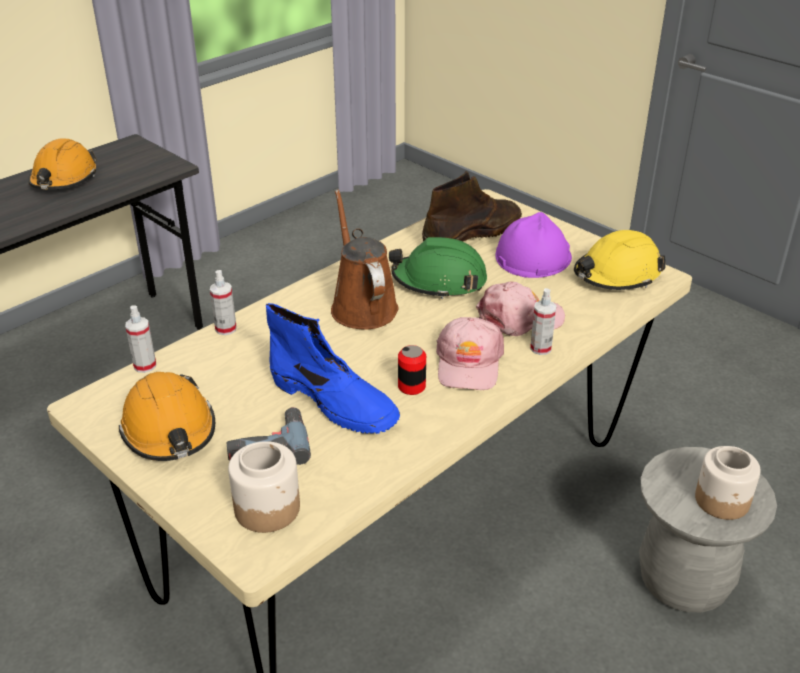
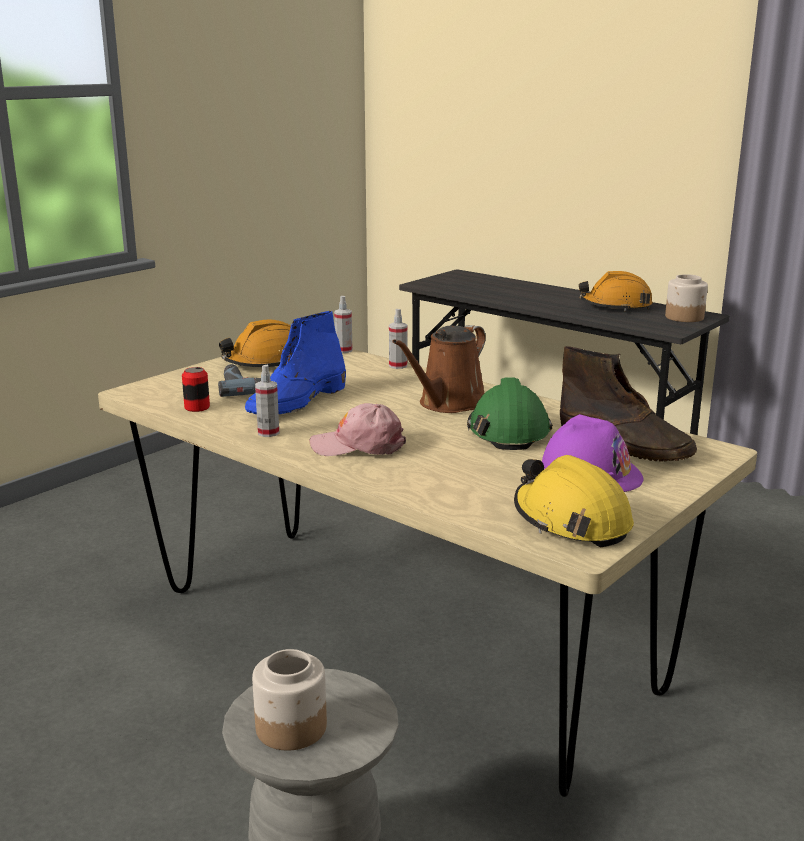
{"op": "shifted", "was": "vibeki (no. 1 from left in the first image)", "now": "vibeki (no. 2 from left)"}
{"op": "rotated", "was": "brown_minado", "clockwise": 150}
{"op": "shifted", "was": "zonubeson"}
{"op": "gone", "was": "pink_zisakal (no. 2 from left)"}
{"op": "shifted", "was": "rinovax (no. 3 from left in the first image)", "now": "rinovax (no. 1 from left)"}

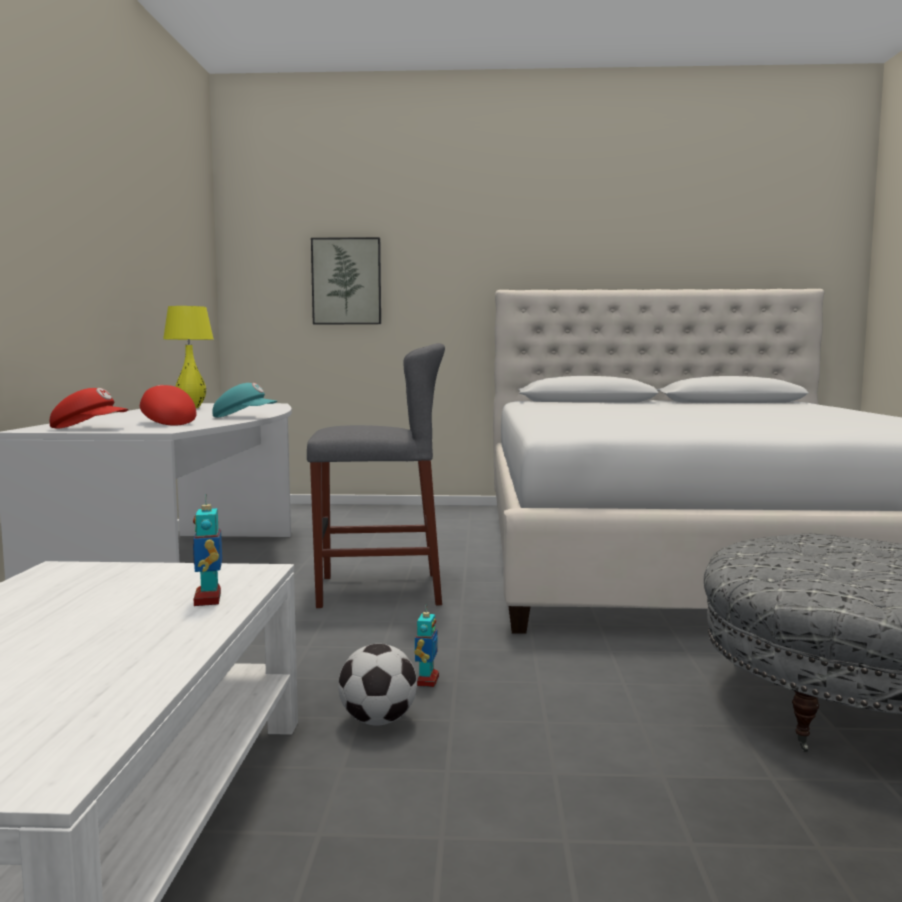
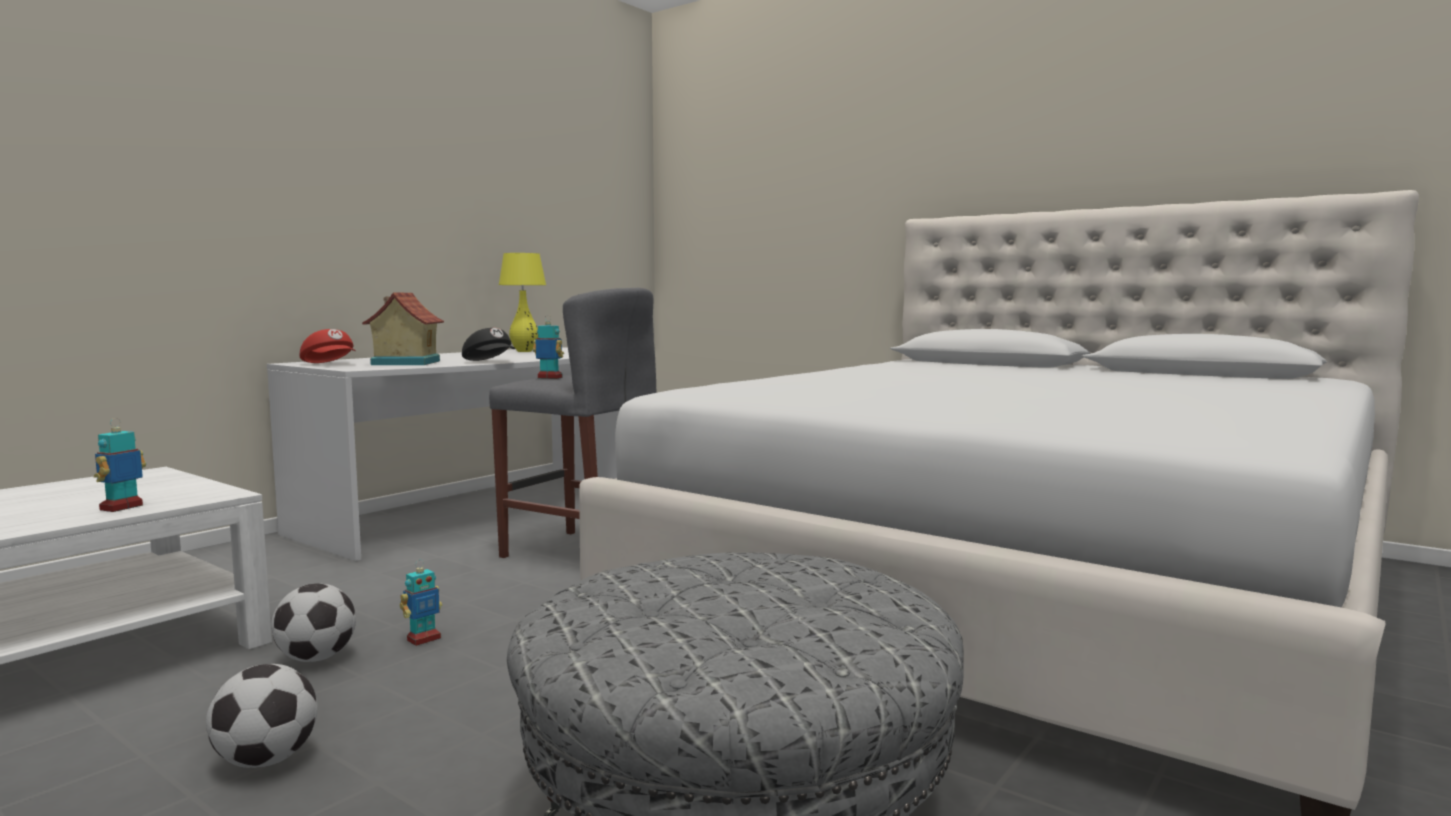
{"op": "swapped", "was": "red_zisakal (no. 2 from left)", "now": "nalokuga"}
{"op": "repainted", "was": "turquoise_zisakal", "now": "black_zisakal"}
{"op": "gone", "was": "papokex"}
{"op": "new", "now": "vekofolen (no. 1 from left)"}
{"op": "new", "now": "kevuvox (no. 3 from left)"}

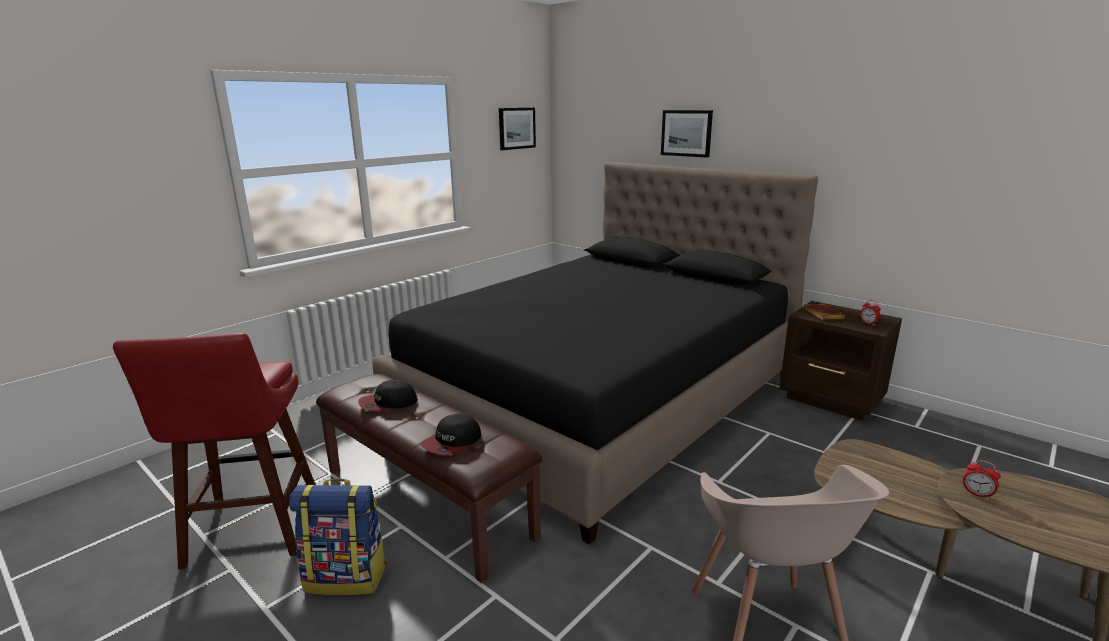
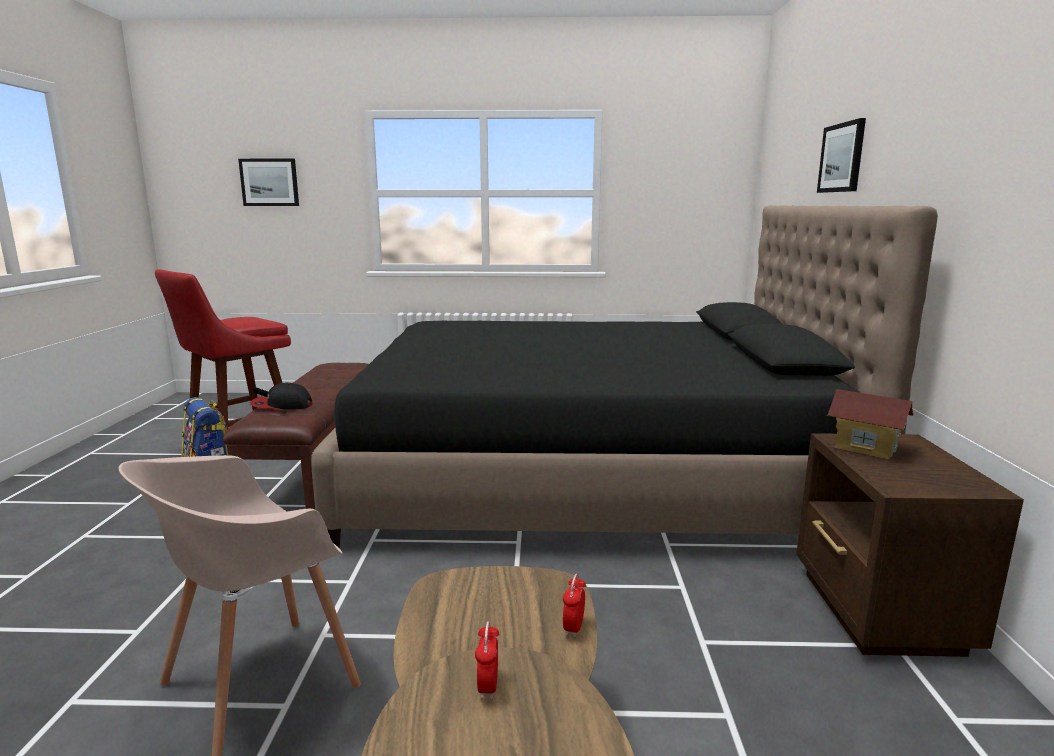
{"op": "gone", "was": "zisakal (no. 1 from left)"}
{"op": "shifted", "was": "papokex (no. 1 from left)"}
{"op": "swapped", "was": "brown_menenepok", "now": "nalokuga"}
{"op": "shifted", "was": "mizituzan (no. 1 from left in the first image)", "now": "mizituzan (no. 2 from left)"}

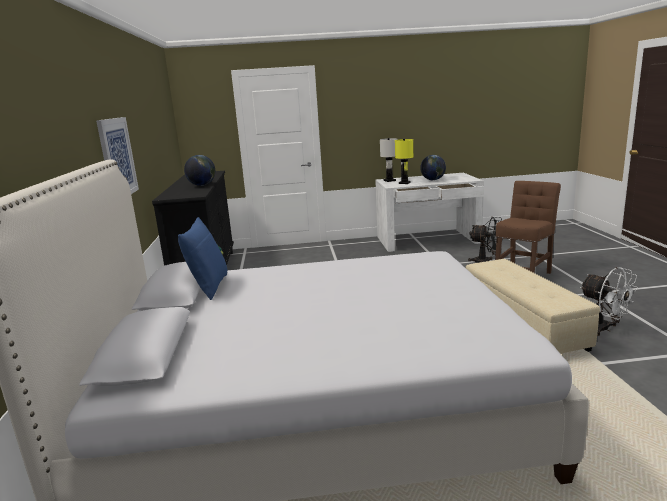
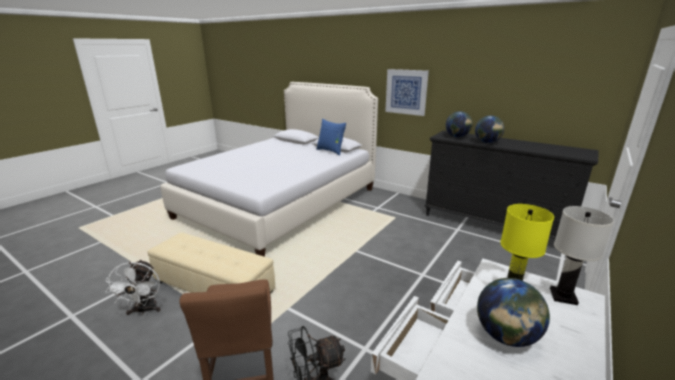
{"op": "rotated", "was": "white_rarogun", "clockwise": -105}
{"op": "new", "now": "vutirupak (no. 1 from left)"}

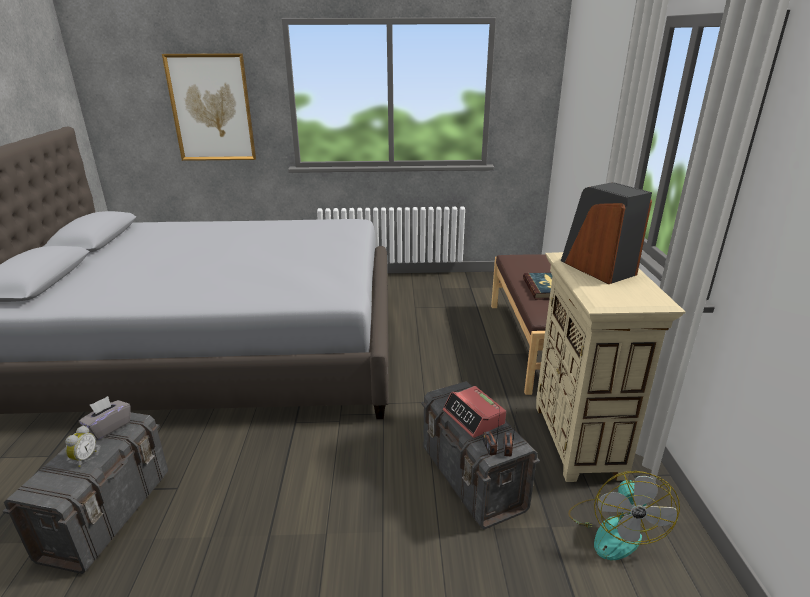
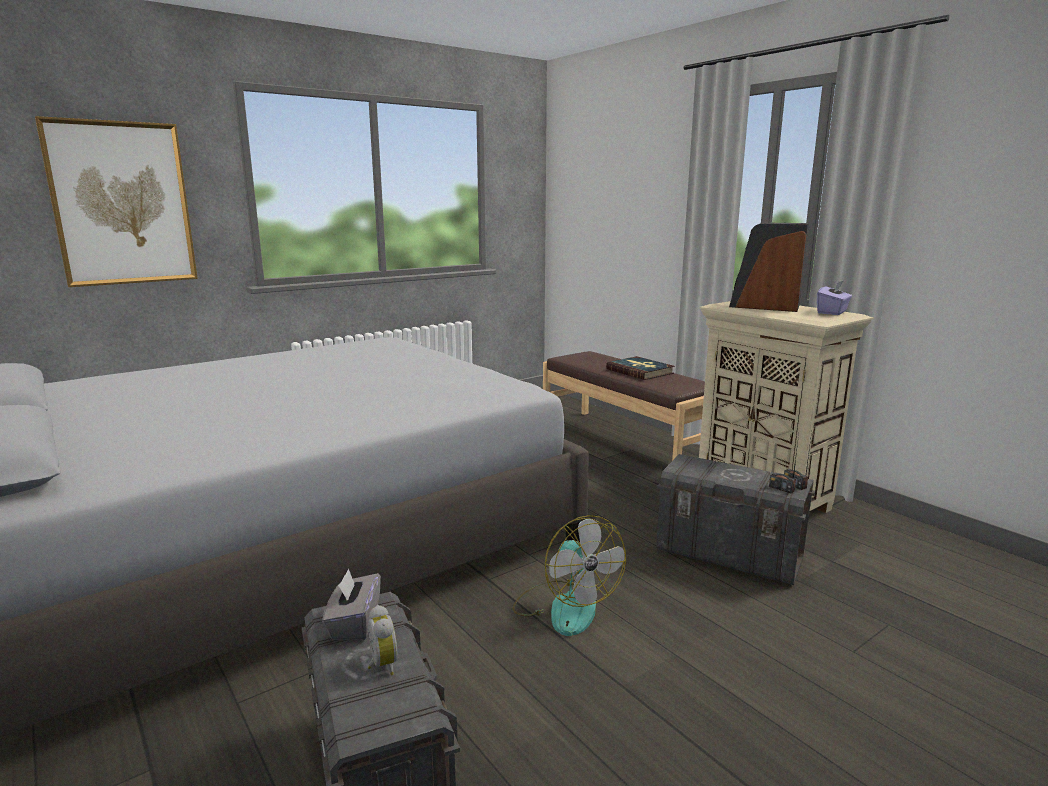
{"op": "gone", "was": "mizituzan (no. 2 from left)"}
{"op": "shifted", "was": "rarogun"}
{"op": "new", "now": "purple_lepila"}

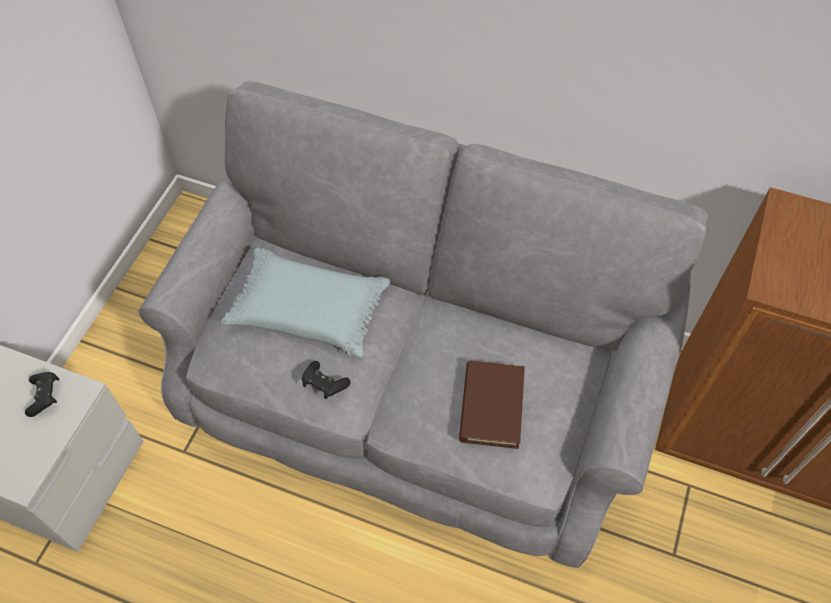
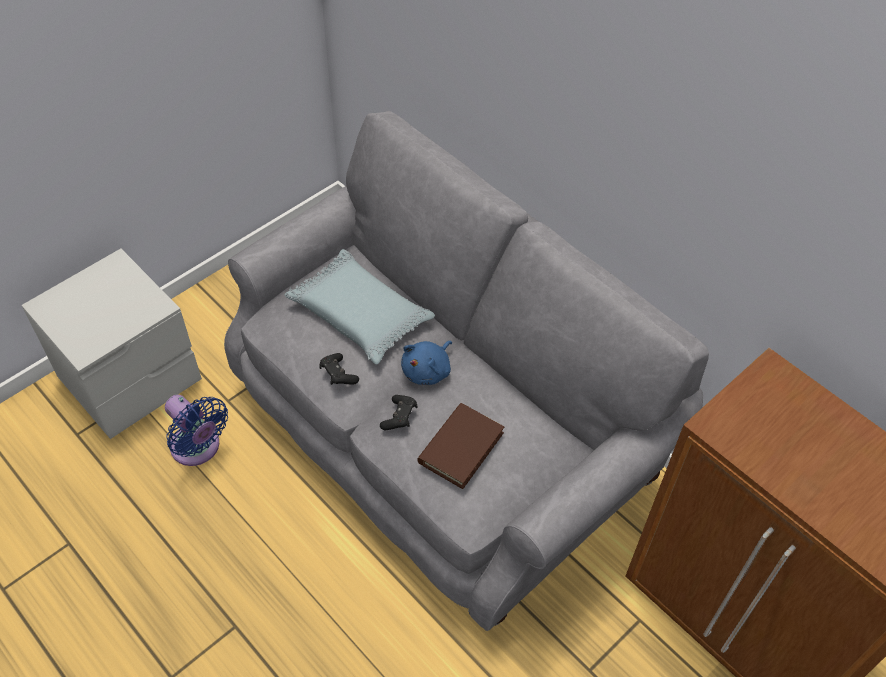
{"op": "shifted", "was": "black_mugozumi (no. 1 from left in the first image)", "now": "black_mugozumi (no. 2 from left)"}
{"op": "new", "now": "blue_rarogun"}
{"op": "new", "now": "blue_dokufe"}

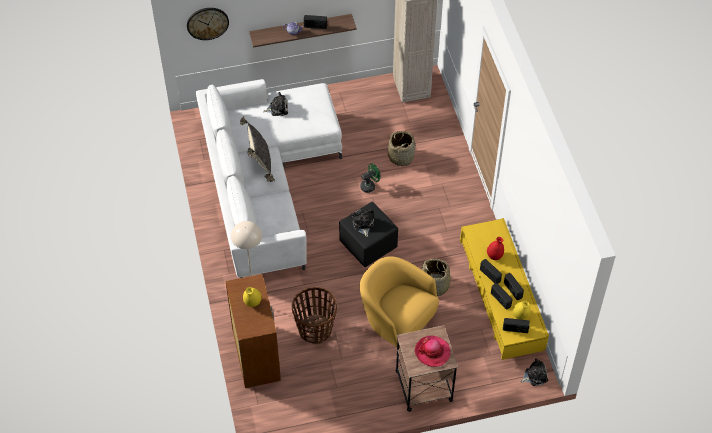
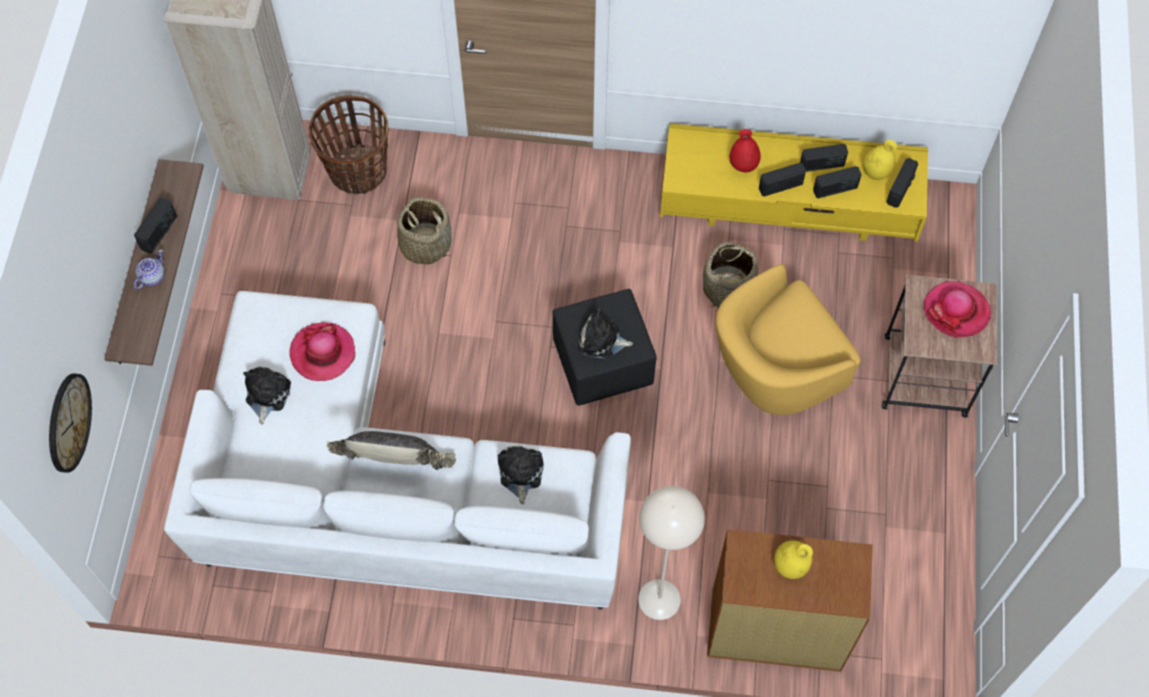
{"op": "shifted", "was": "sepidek (no. 1 from left)"}
{"op": "gone", "was": "green_rarogun"}
{"op": "shifted", "was": "dokufe (no. 3 from left in the first image)", "now": "dokufe (no. 2 from left)"}
{"op": "new", "now": "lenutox (no. 1 from left)"}

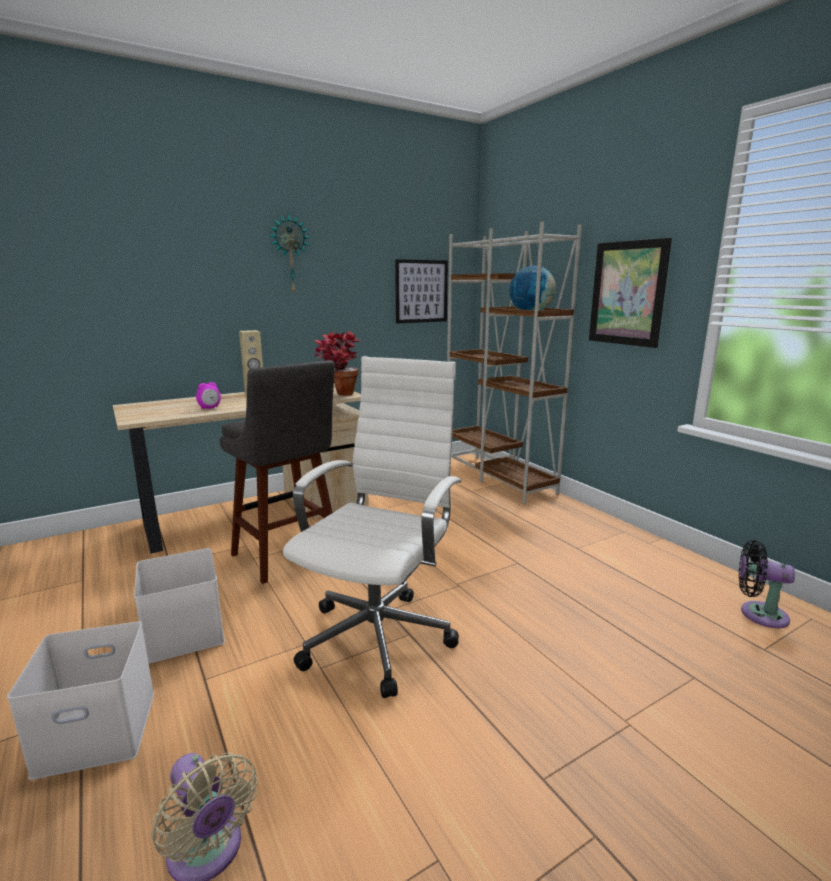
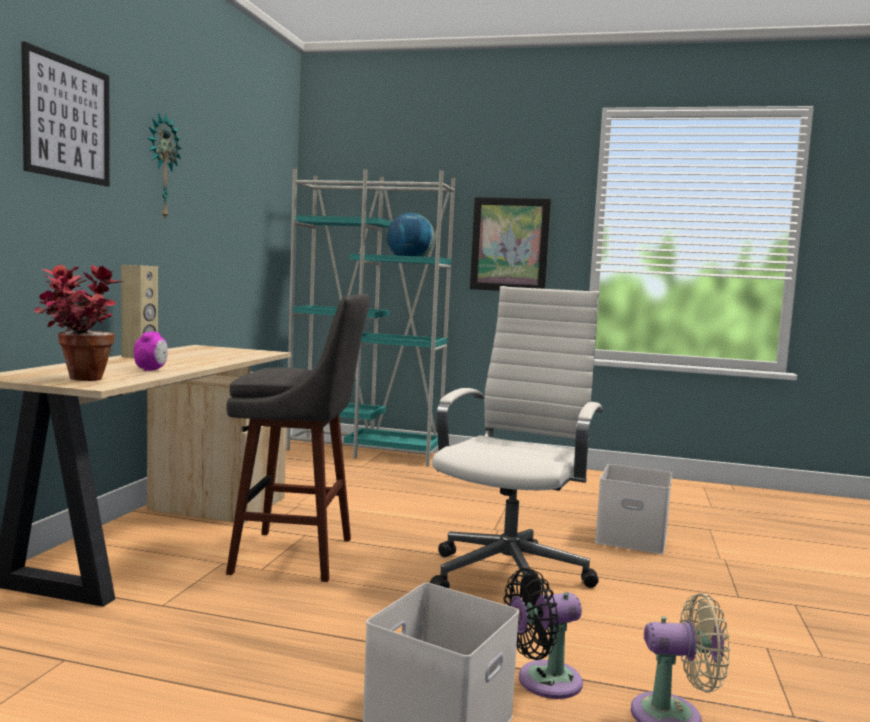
{"op": "shifted", "was": "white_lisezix (no. 2 from left)"}
{"op": "rotated", "was": "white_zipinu", "clockwise": 45}
{"op": "shifted", "was": "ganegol"}
{"op": "shifted", "was": "papokex (no. 1 from left)"}
{"op": "repainted", "was": "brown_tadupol", "now": "turquoise_tadupol"}
{"op": "shifted", "was": "black_rarogun"}

